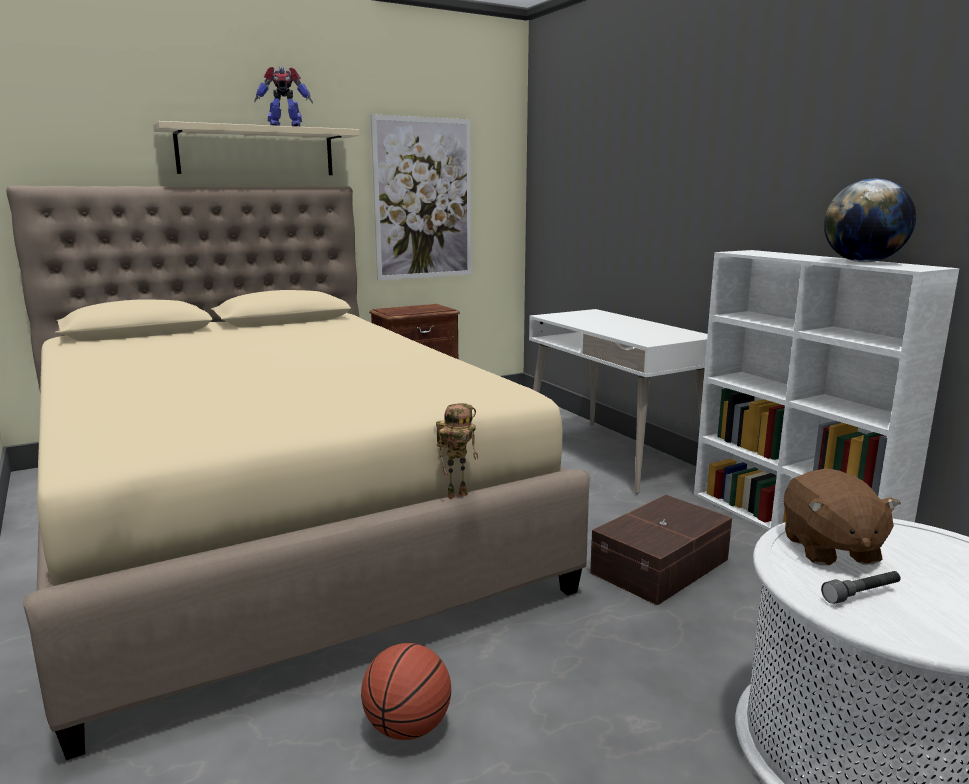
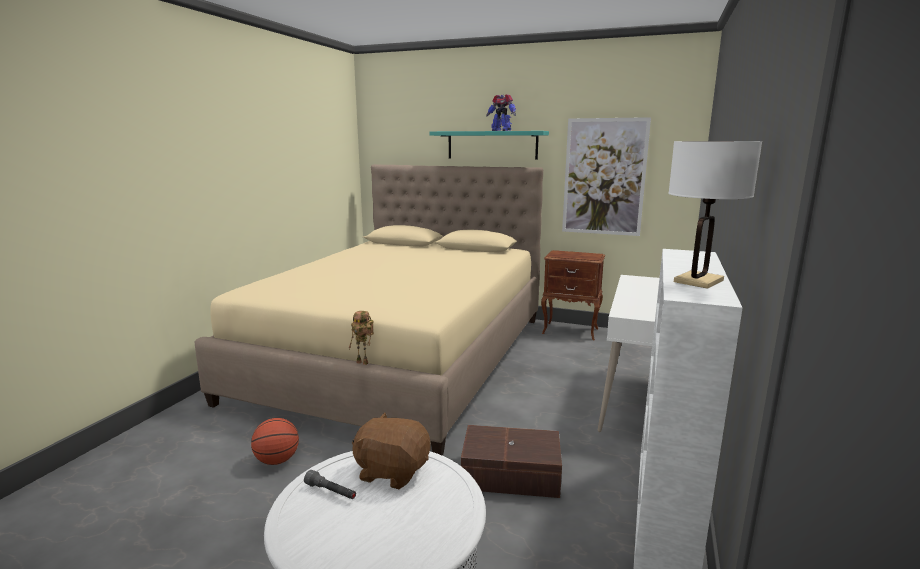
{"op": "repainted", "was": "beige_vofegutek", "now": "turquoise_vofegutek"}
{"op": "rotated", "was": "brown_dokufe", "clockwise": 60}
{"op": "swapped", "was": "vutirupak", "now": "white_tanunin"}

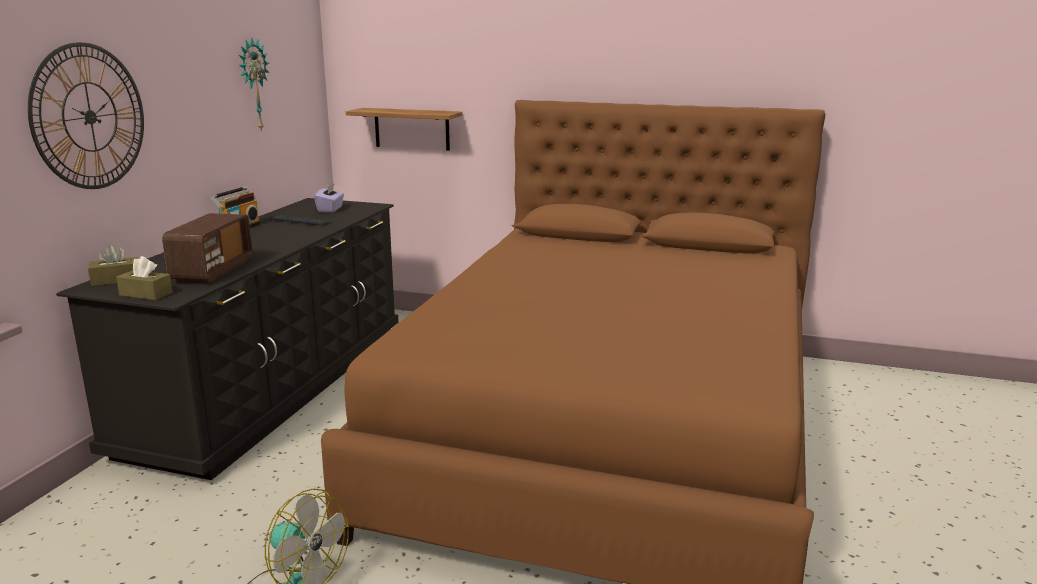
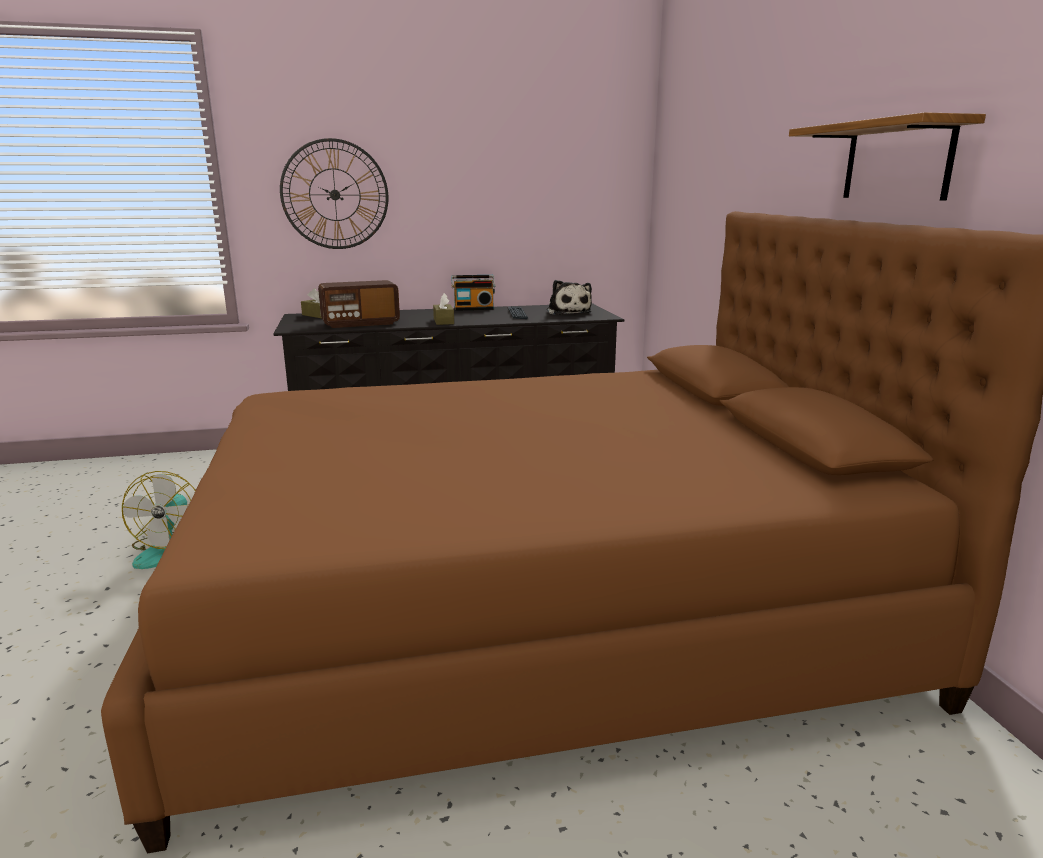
{"op": "shifted", "was": "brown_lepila (no. 2 from left)"}
{"op": "gone", "was": "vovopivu (no. 2 from left)"}
{"op": "swapped", "was": "purple_lepila", "now": "dokufe"}
{"op": "shifted", "was": "vofegutek"}

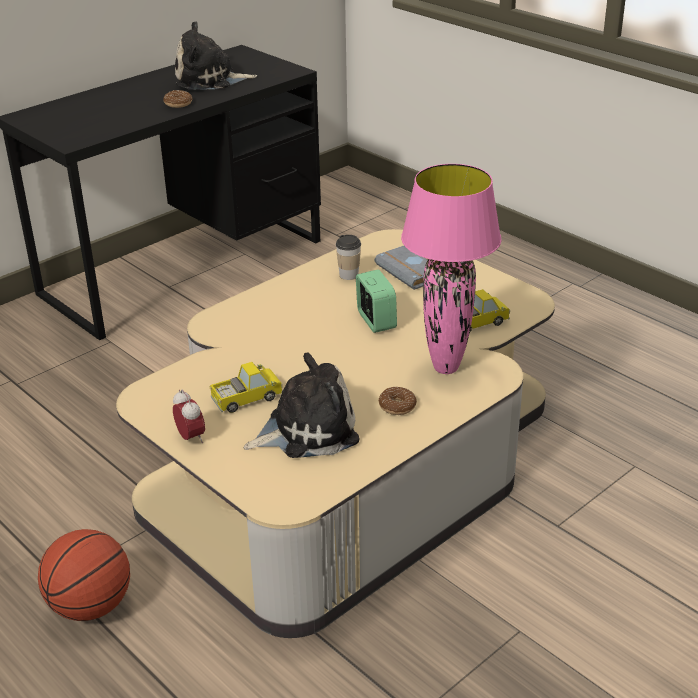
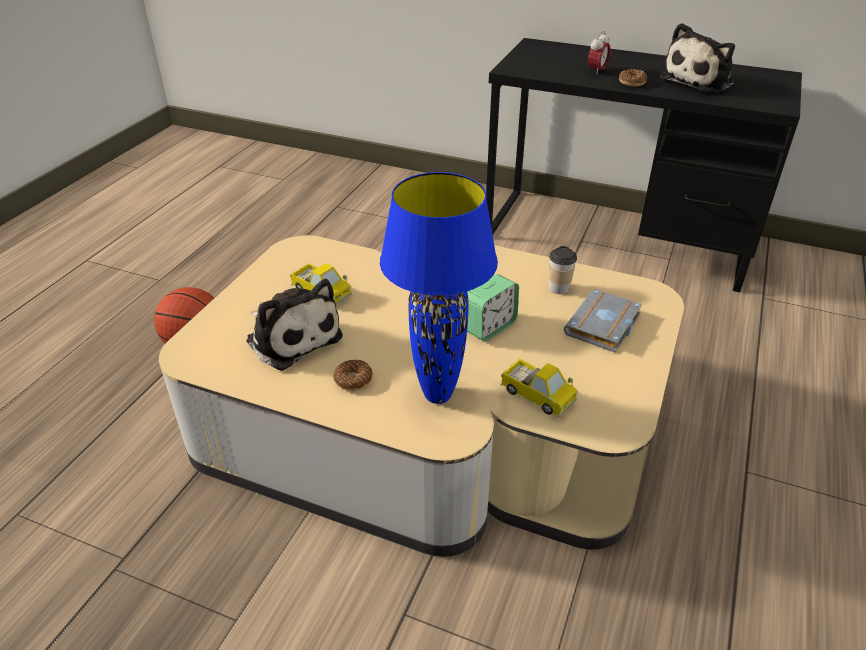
{"op": "shifted", "was": "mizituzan (no. 1 from left in the first image)", "now": "mizituzan (no. 2 from left)"}
{"op": "rotated", "was": "dokufe (no. 1 from left in the first image)", "clockwise": -105}
{"op": "repainted", "was": "pink_tanunin", "now": "blue_tanunin"}

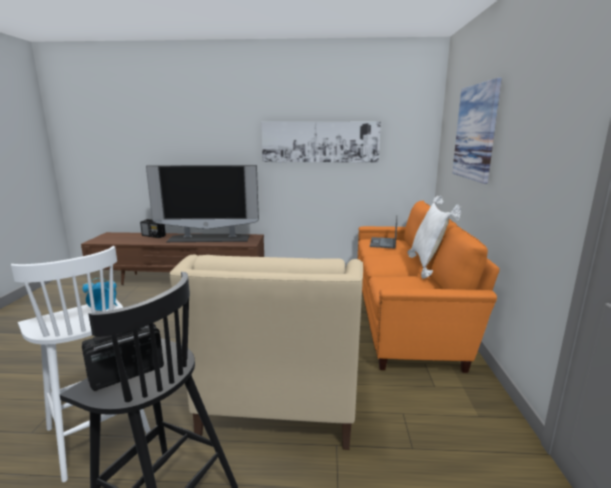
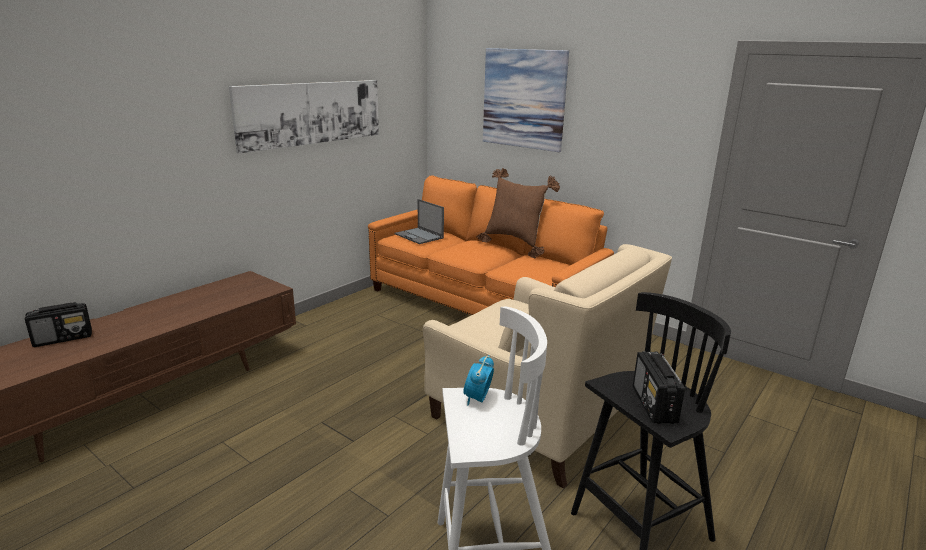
{"op": "gone", "was": "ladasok"}
{"op": "repainted", "was": "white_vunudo", "now": "brown_vunudo"}

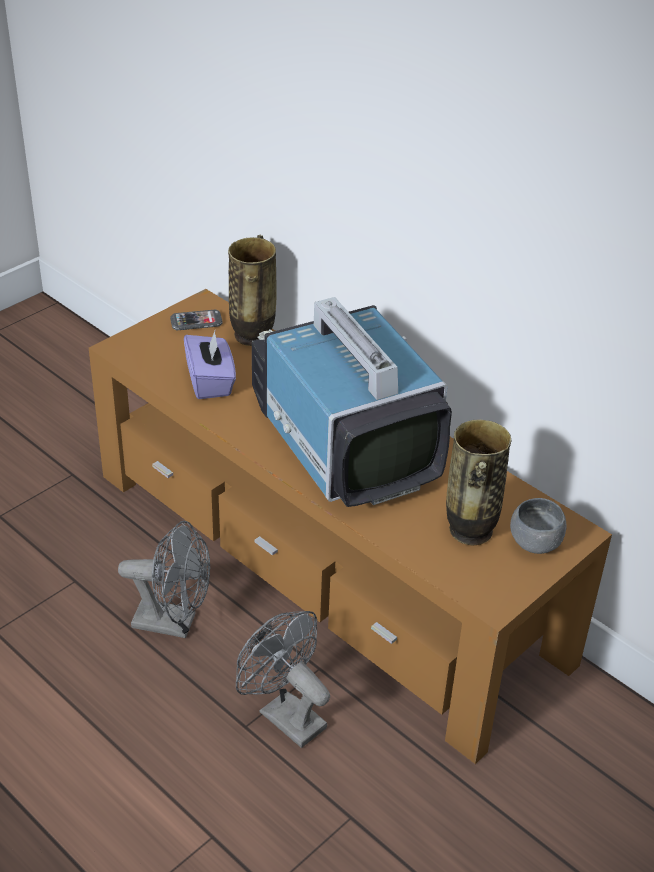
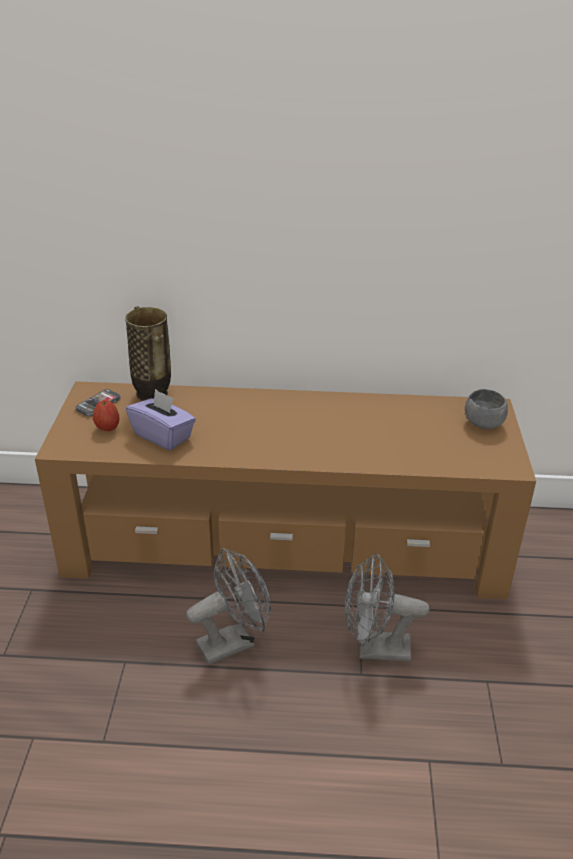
{"op": "gone", "was": "ladasok"}
{"op": "gone", "was": "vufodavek (no. 2 from left)"}
{"op": "new", "now": "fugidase"}

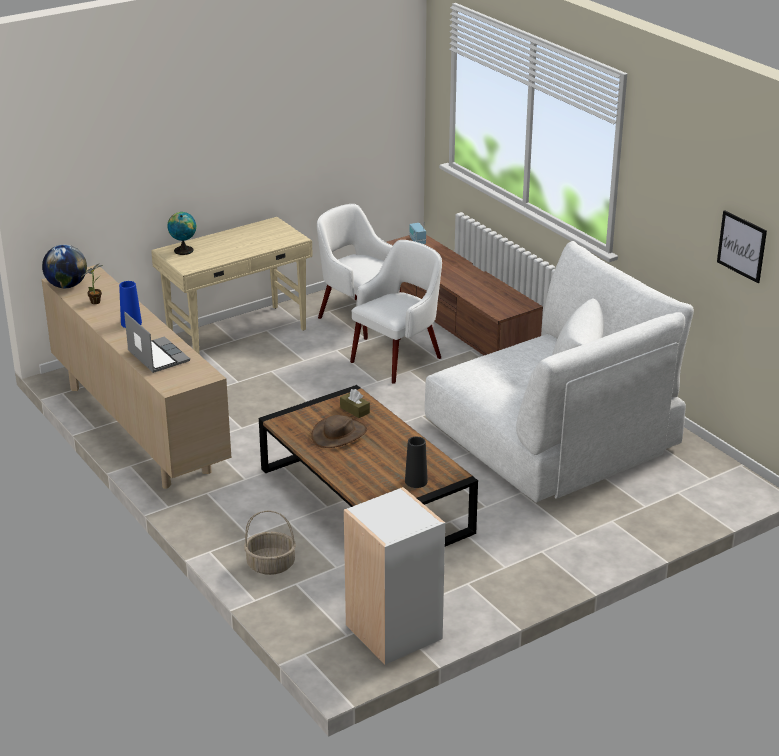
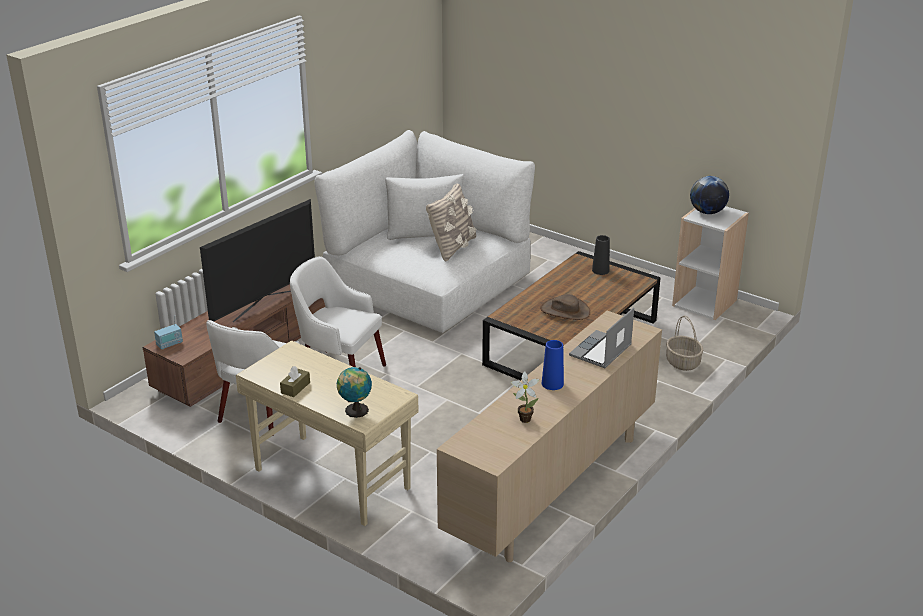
{"op": "shifted", "was": "vutirupak (no. 1 from left in the first image)", "now": "vutirupak (no. 2 from left)"}
{"op": "shifted", "was": "brown_lepila"}
{"op": "gone", "was": "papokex"}
{"op": "new", "now": "ladasok"}
{"op": "new", "now": "beige_vunudo"}

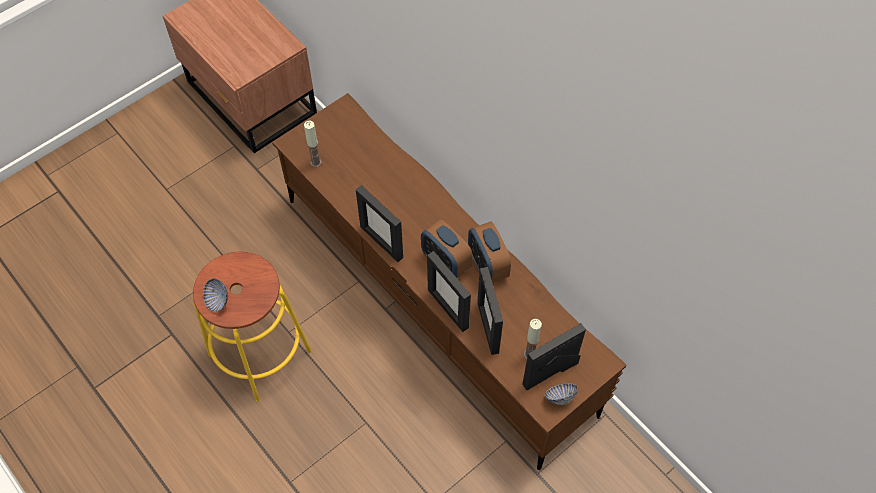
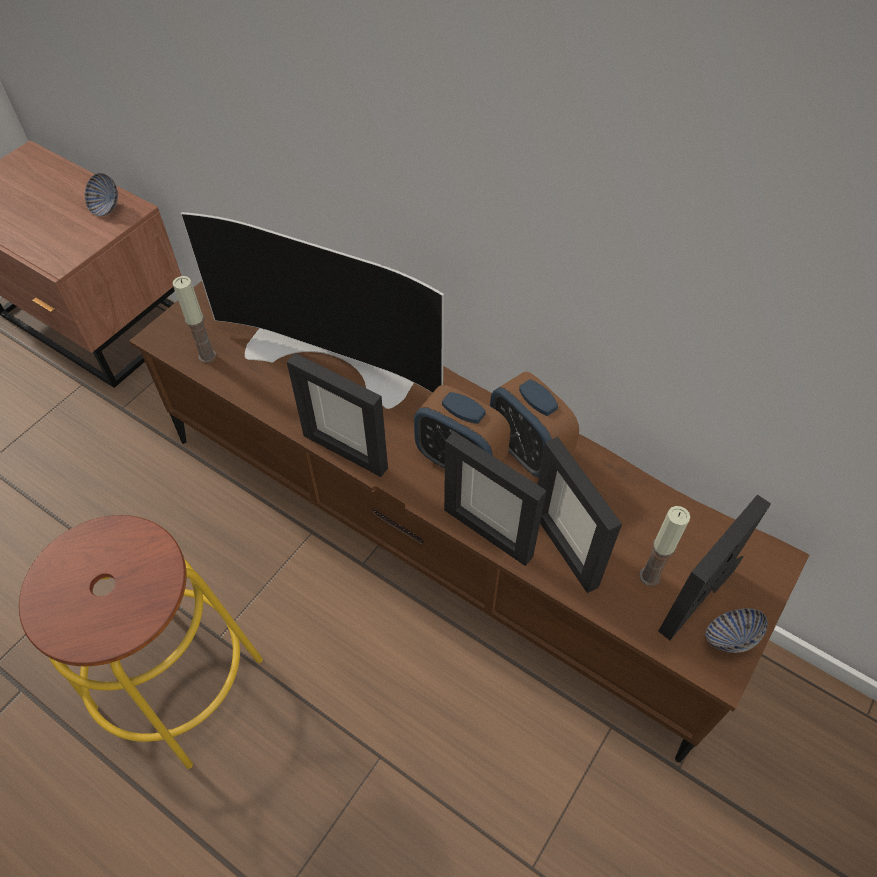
{"op": "shifted", "was": "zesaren (no. 1 from left)"}
{"op": "new", "now": "ladasok"}

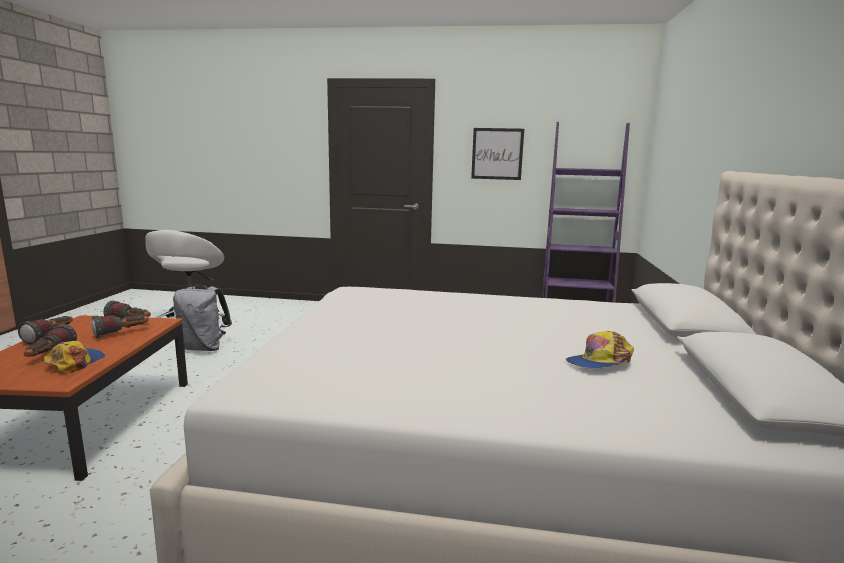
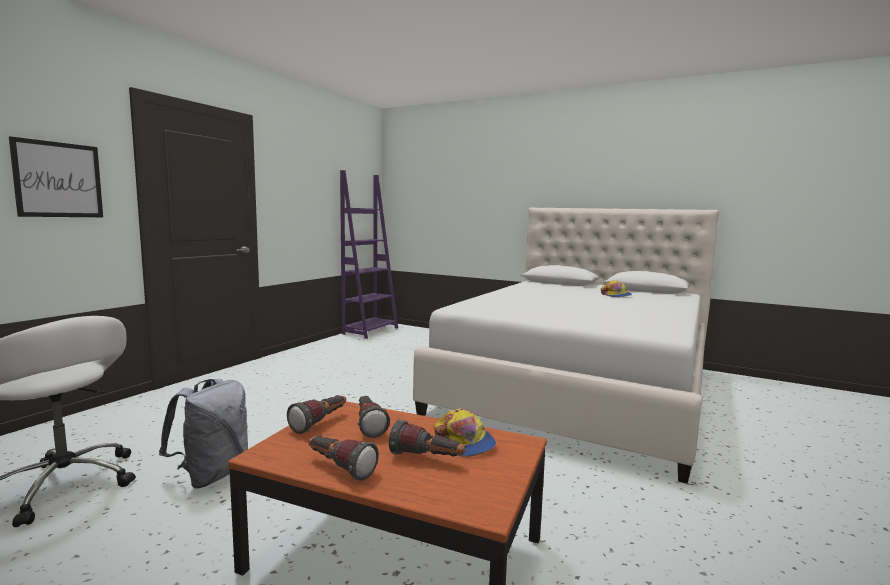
{"op": "rotated", "was": "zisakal (no. 1 from left)", "clockwise": -150}
{"op": "shifted", "was": "papokex"}

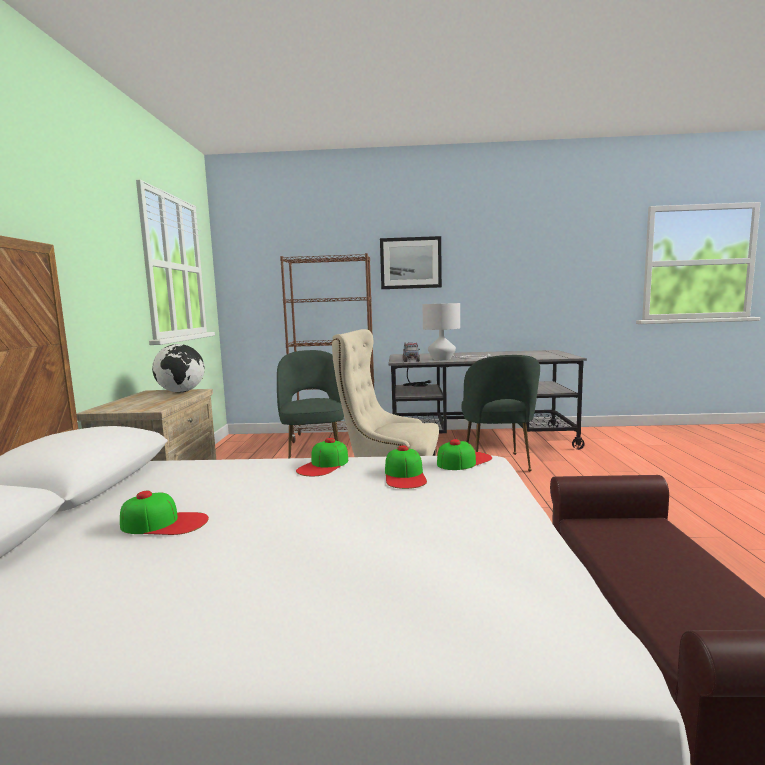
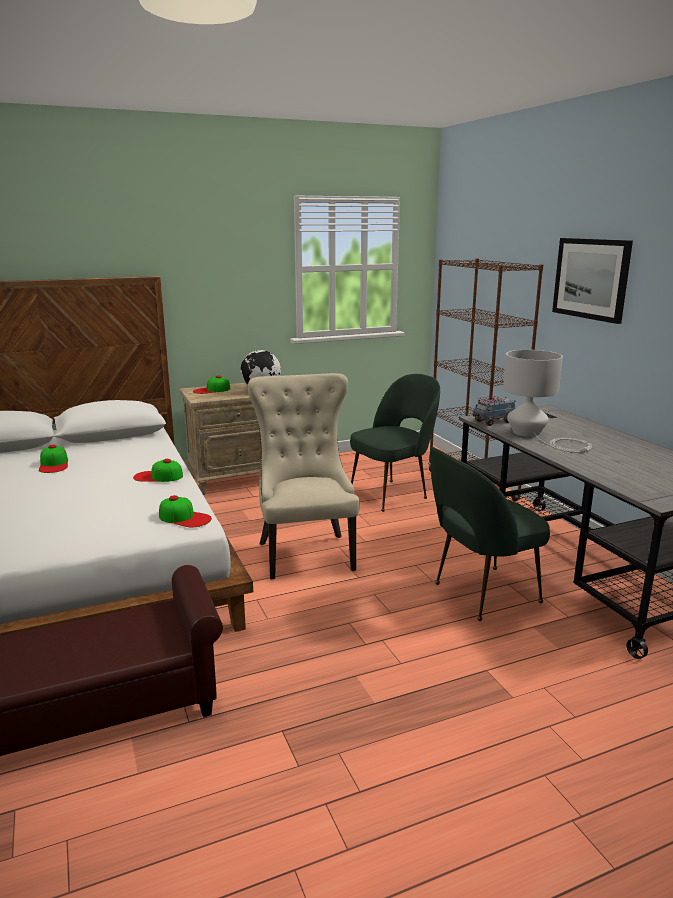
{"op": "shifted", "was": "zisakal (no. 3 from left in the first image)", "now": "zisakal (no. 4 from left)"}

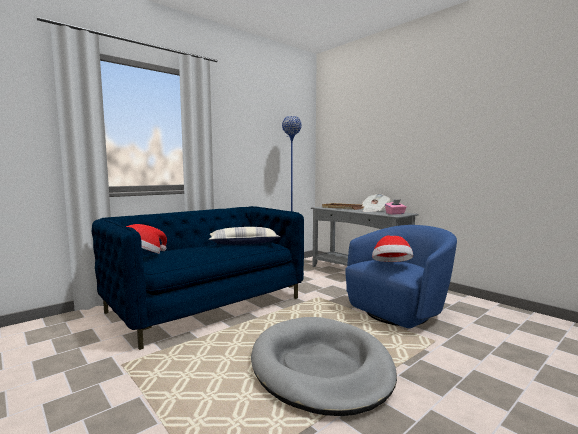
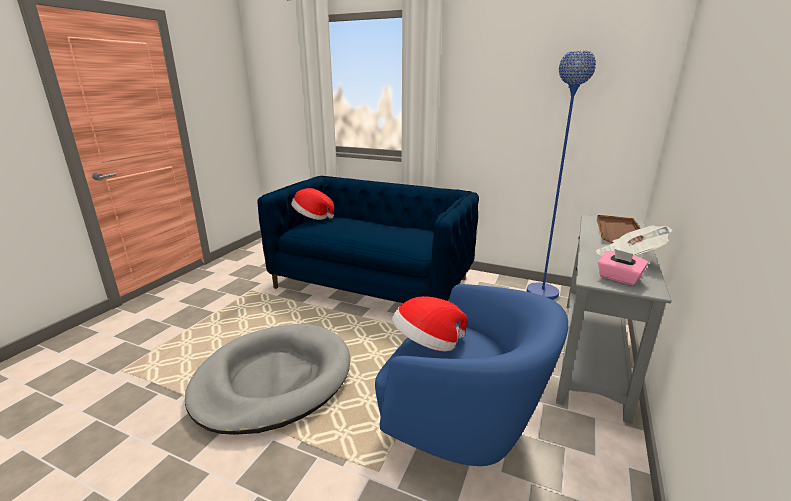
{"op": "gone", "was": "vunudo"}

